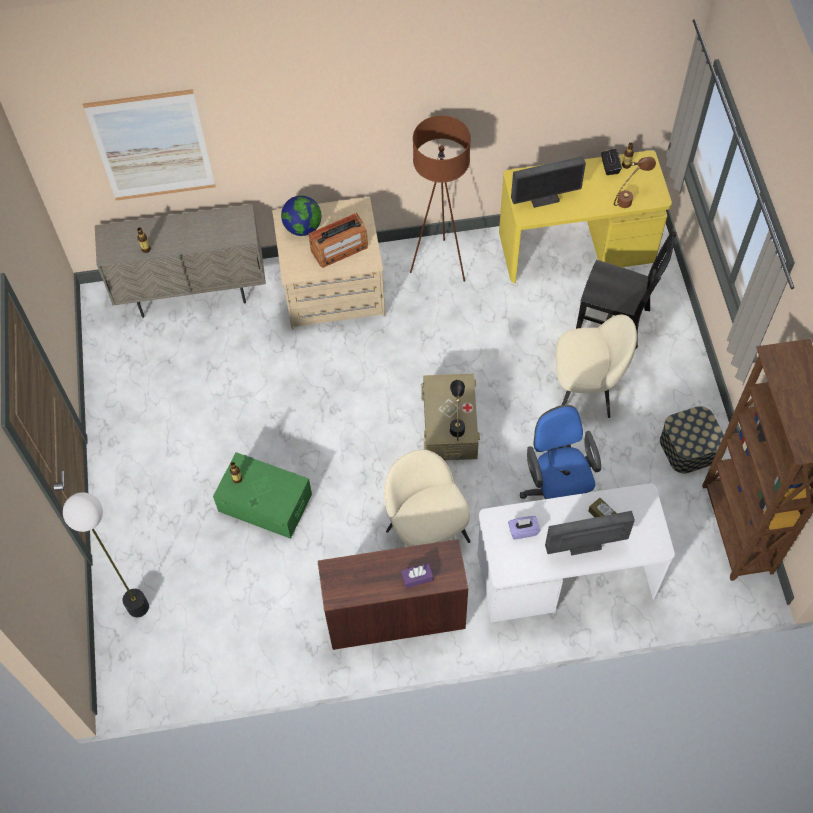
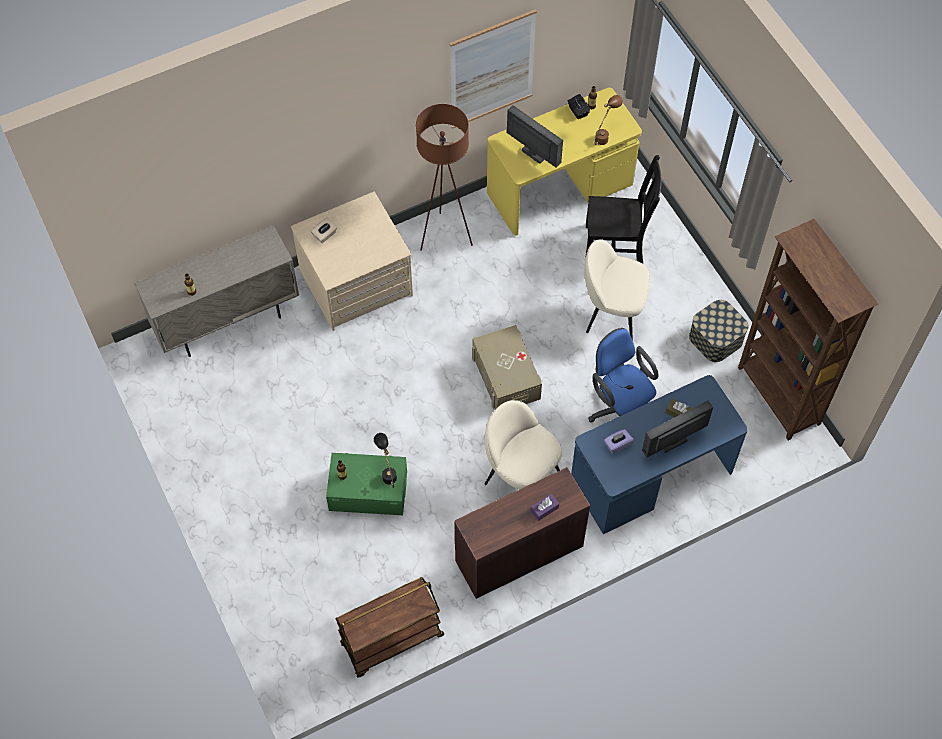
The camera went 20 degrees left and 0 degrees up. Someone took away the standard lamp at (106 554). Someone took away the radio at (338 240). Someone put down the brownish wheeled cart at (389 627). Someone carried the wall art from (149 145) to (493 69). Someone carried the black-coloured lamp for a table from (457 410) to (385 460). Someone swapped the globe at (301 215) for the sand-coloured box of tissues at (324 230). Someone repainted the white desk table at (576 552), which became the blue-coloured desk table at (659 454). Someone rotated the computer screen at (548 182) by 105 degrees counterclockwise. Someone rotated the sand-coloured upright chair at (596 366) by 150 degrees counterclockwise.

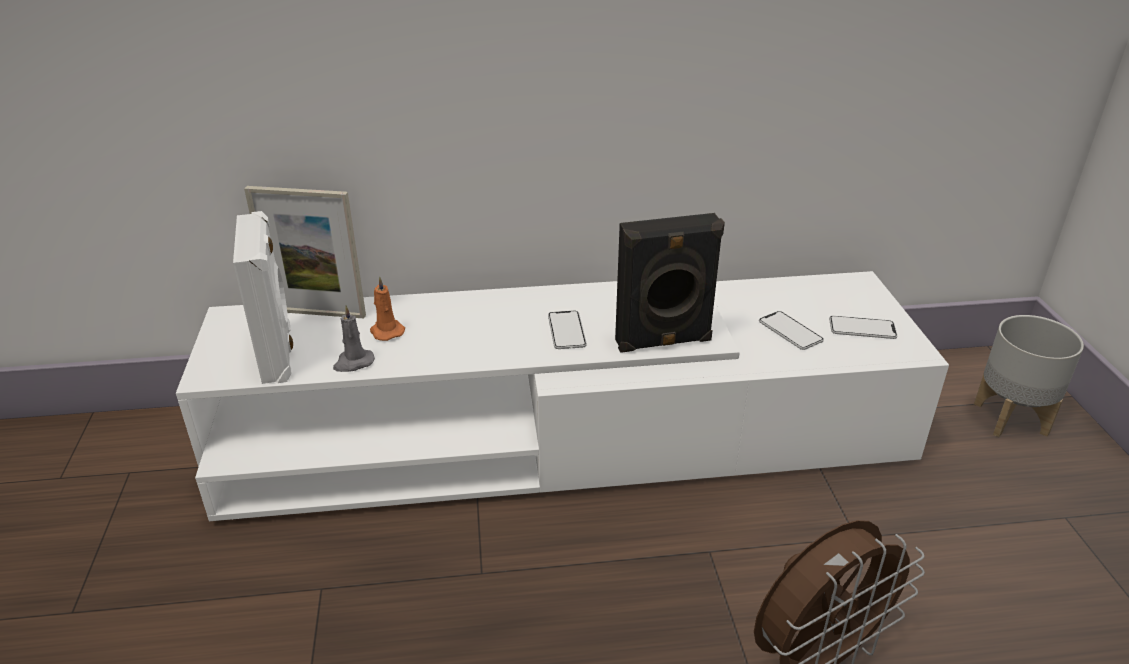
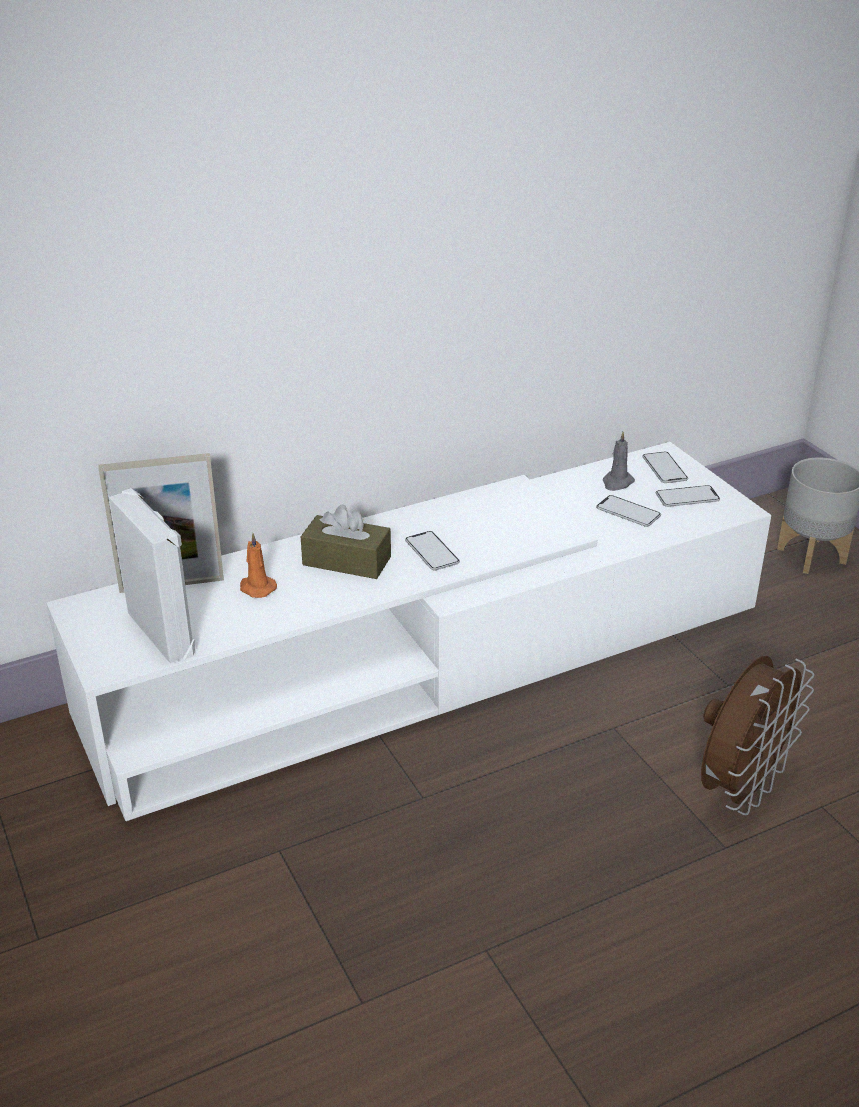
The camera went 20 degrees left and 0 degrees up. Someone took away the black-coloured loudspeaker at (670 283). Someone put down the brownish box of tissues at (346 541). Someone put down the handset at (665 467). Someone carried the greyish candle from (354 338) to (619 461).

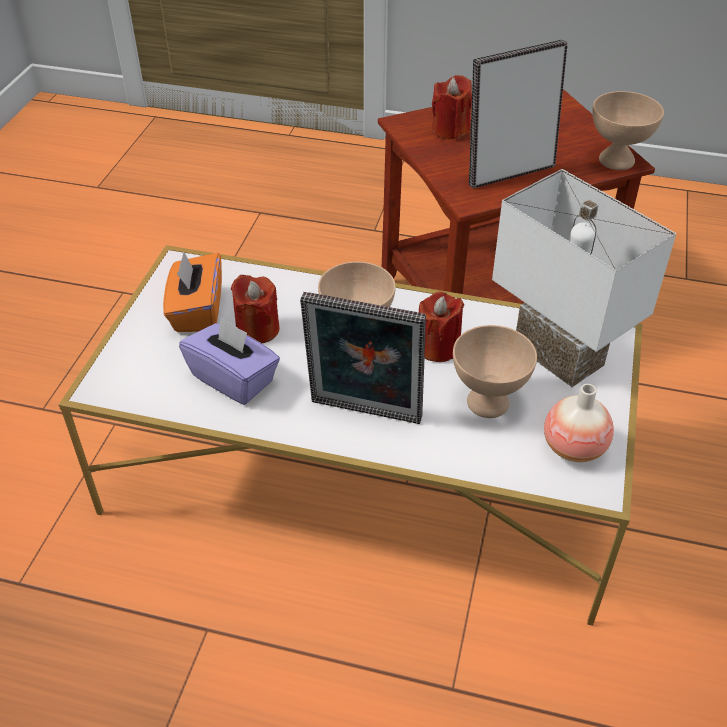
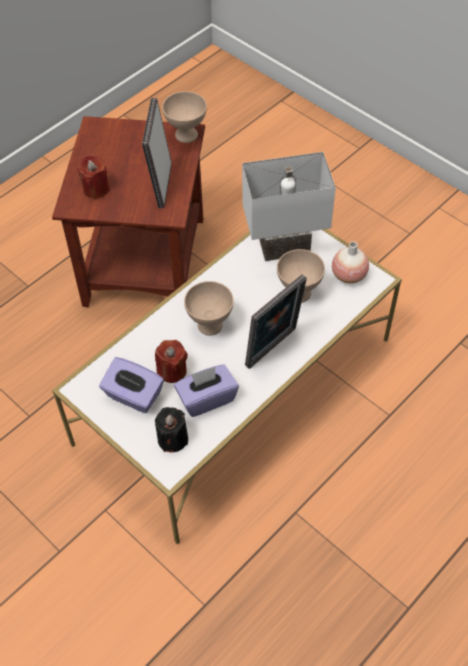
The camera went 60 degrees left and 10 degrees up. Someone took away the reddish candle at (441 327). Someone put down the black-coloured candle at (171 429). Someone repainted the orange box of tissues at (192 291), which became the purple box of tissues at (131 385).

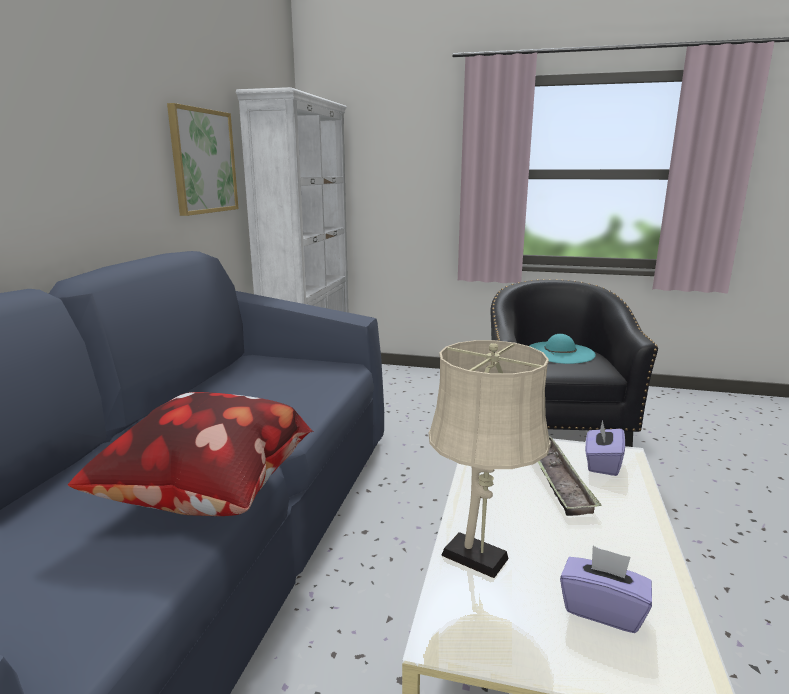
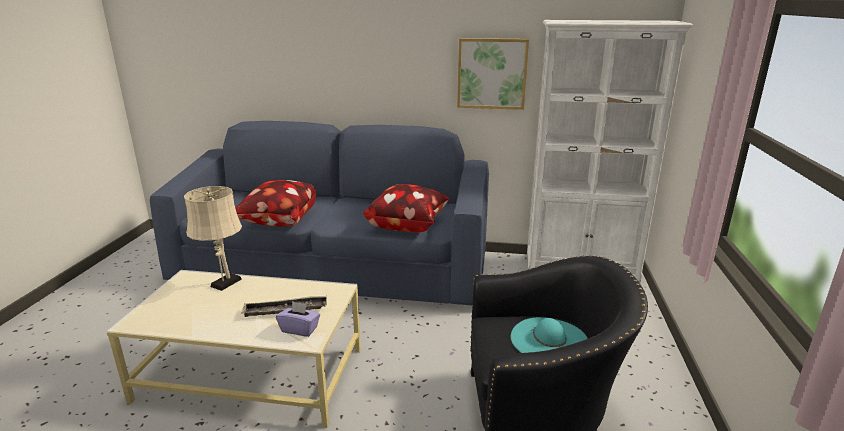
The camera went 85 degrees right and 5 degrees up. Someone took away the purple box of tissues at (606 589). Someone put down the pillow at (405 208).

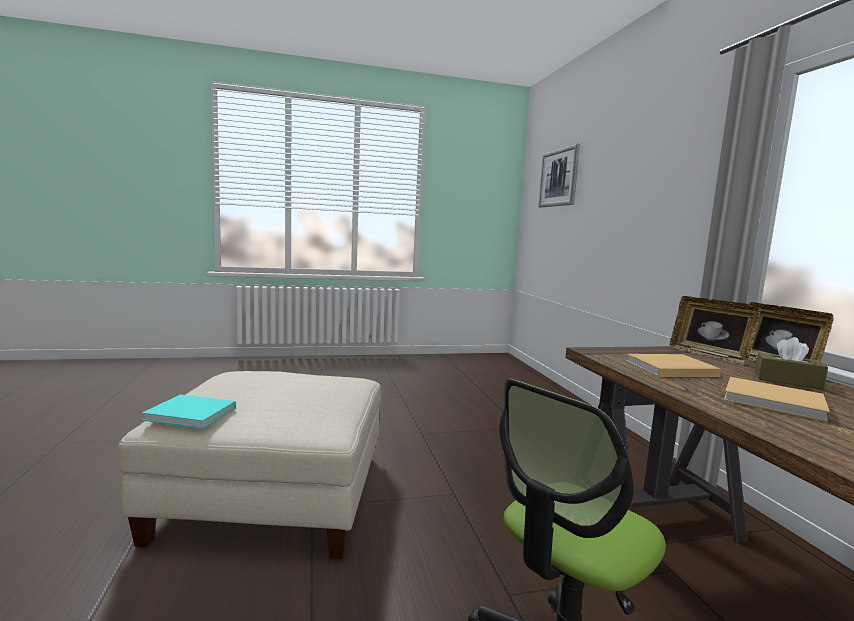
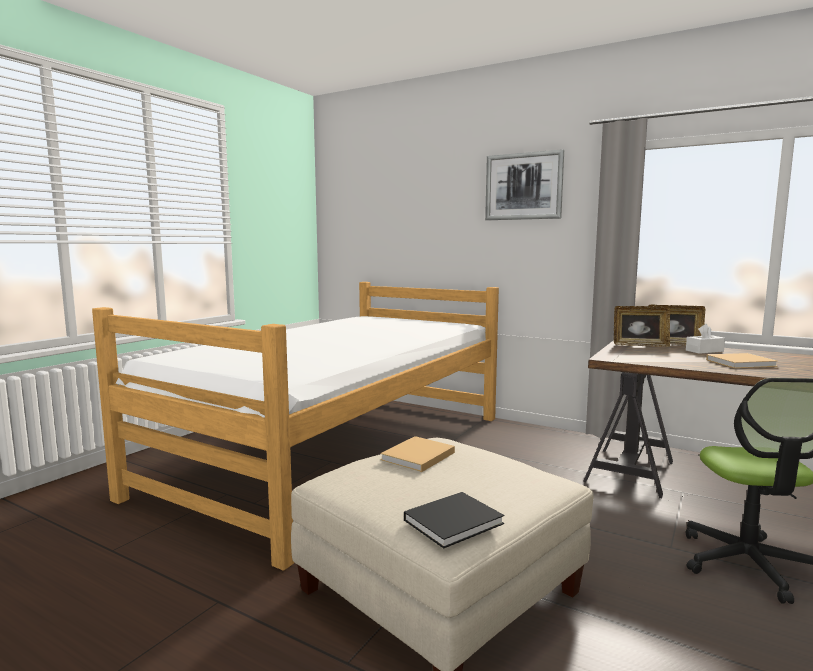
The camera went 45 degrees left and 0 degrees up. Someone put down the bedroom bed at (295 426). Someone carried the wall art from (559 175) to (524 184). Someone carried the sand-coloured volume from (673 365) to (417 454). Someone repainted the turquoise-coloured volume at (189 411), which became the black-coloured volume at (454 520). Someone repainted the brownish box of tissues at (791 363), which became the white box of tissues at (705 339).

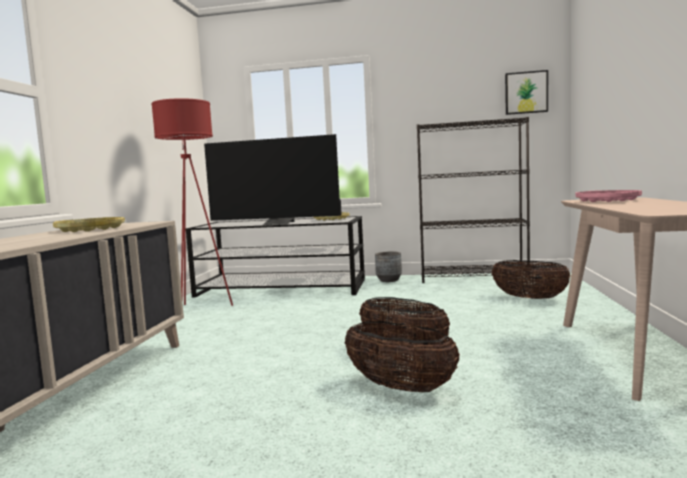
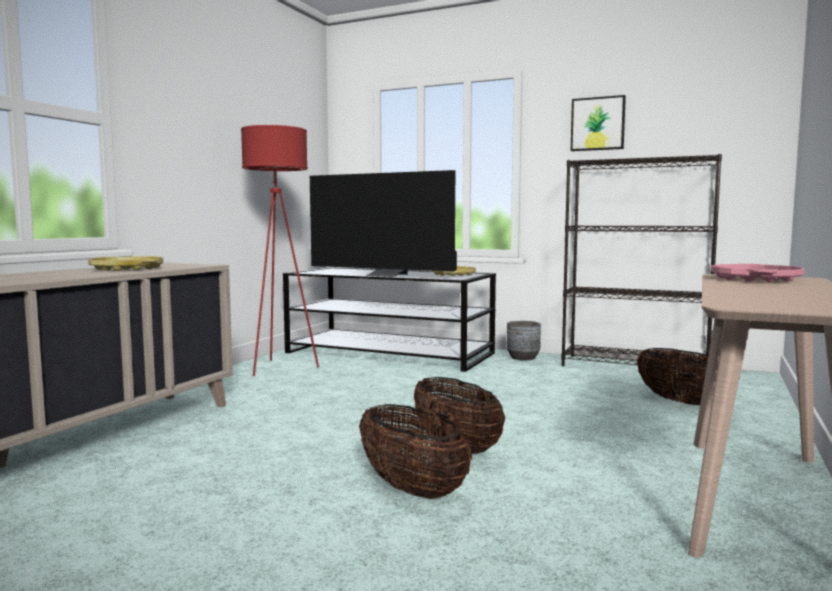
The camera went 15 degrees right and 0 degrees up. Someone carried the wall art from (526 92) to (598 123).

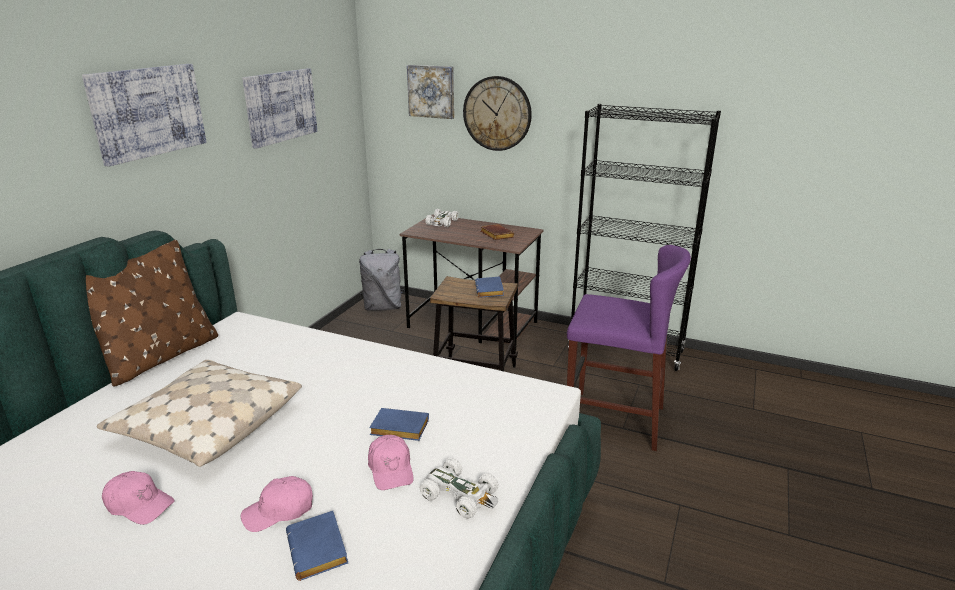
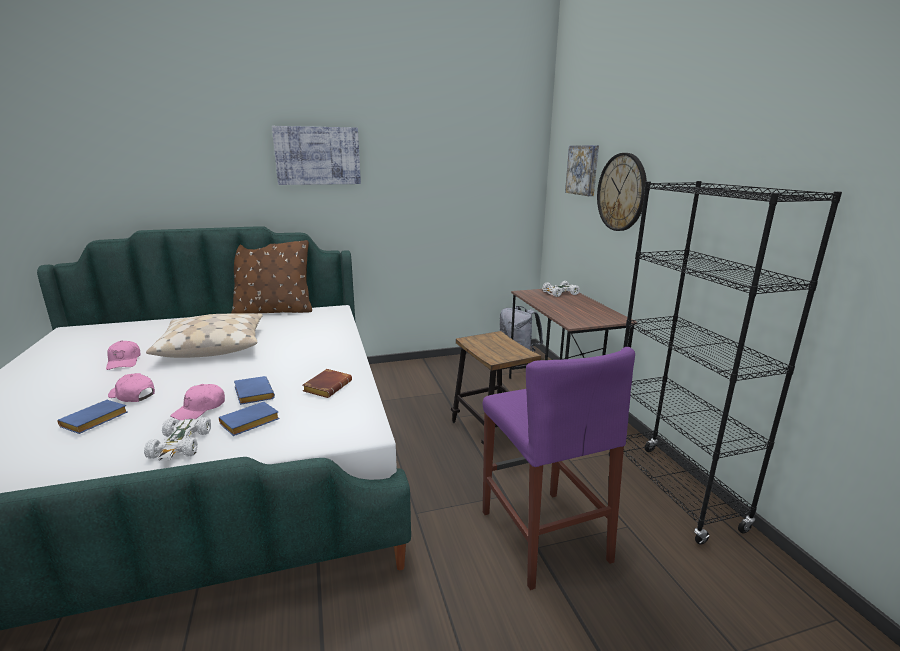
The camera went 50 degrees right and 5 degrees down. Someone took away the wall art at (280 108). Someone carried the blue-coloured volume from (489 287) to (249 419). Someone carried the brownish volume from (497 232) to (327 383).

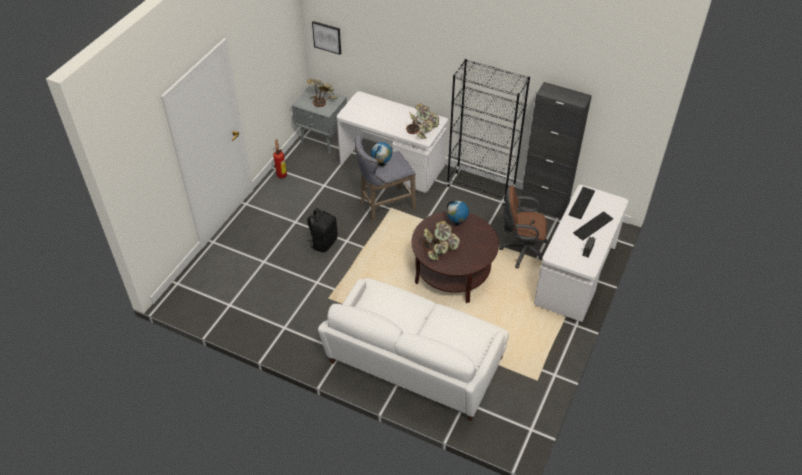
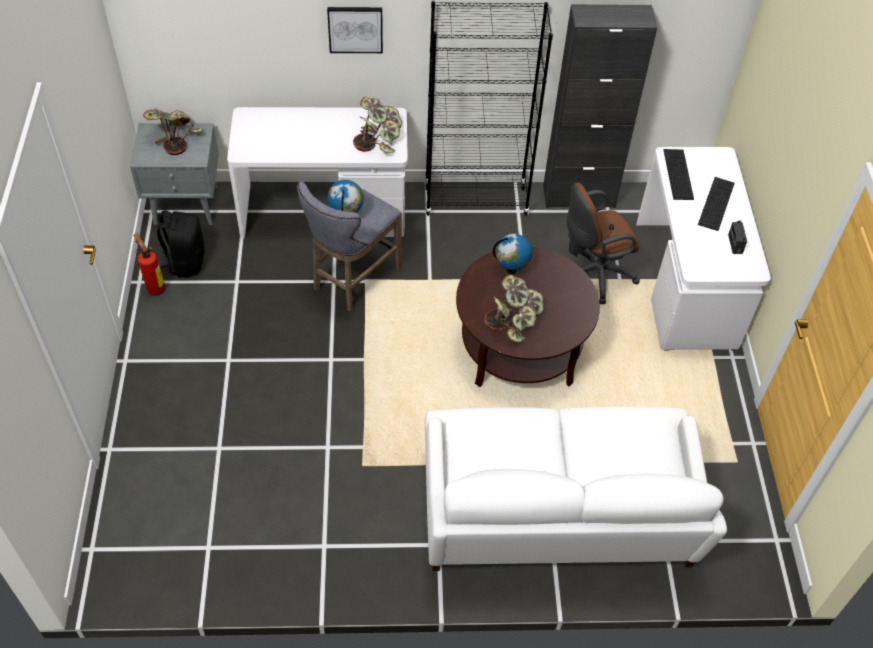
The camera went 30 degrees left and 5 degrees up. Someone carried the black-coloured backpack from (322 230) to (181 244). Someone carried the wall art from (326 38) to (355 30).

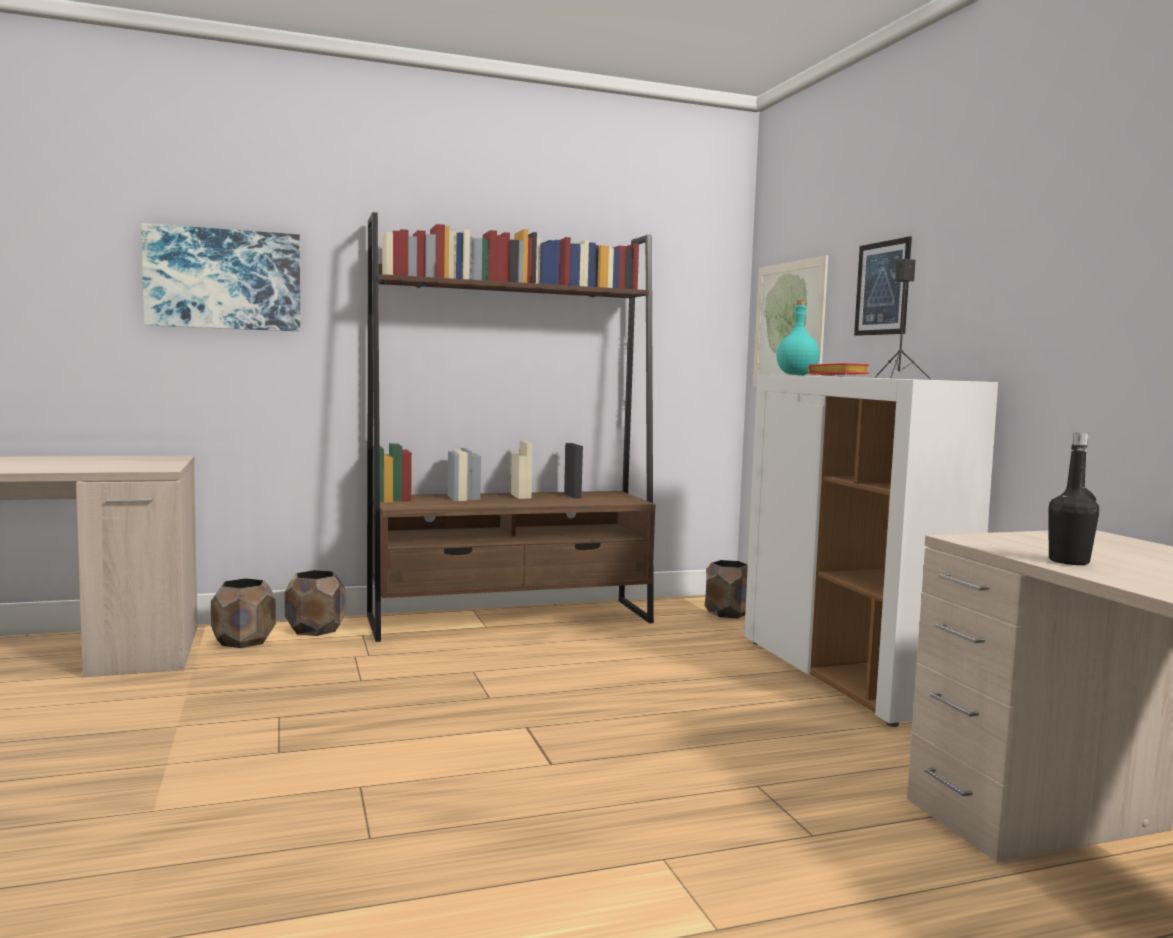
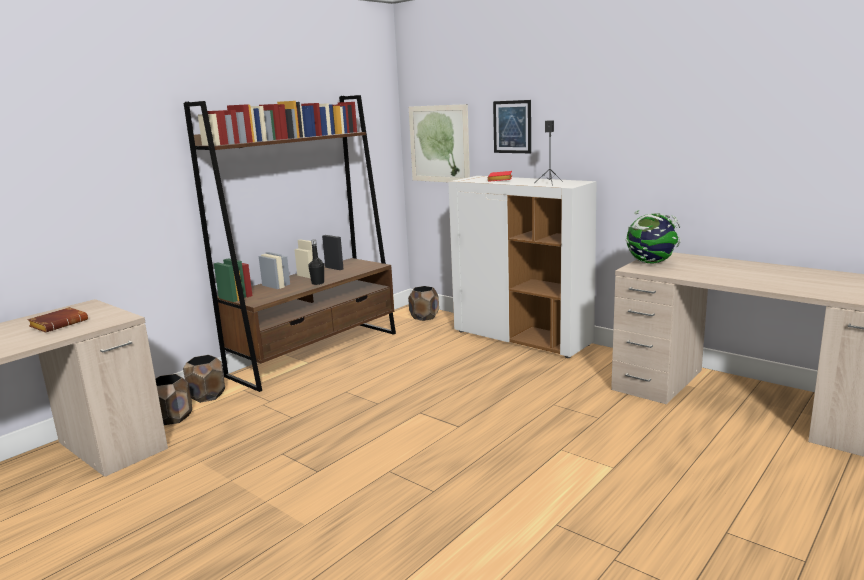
The camera went 30 degrees left and 10 degrees up. Someone took away the wall art at (220 277). Someone took away the turquoise-coloured drink bottle at (798 337). Someone put down the brownish volume at (58 320). Someone put down the globe at (653 236). Someone carried the black-coloured drink bottle from (1073 499) to (316 262).

